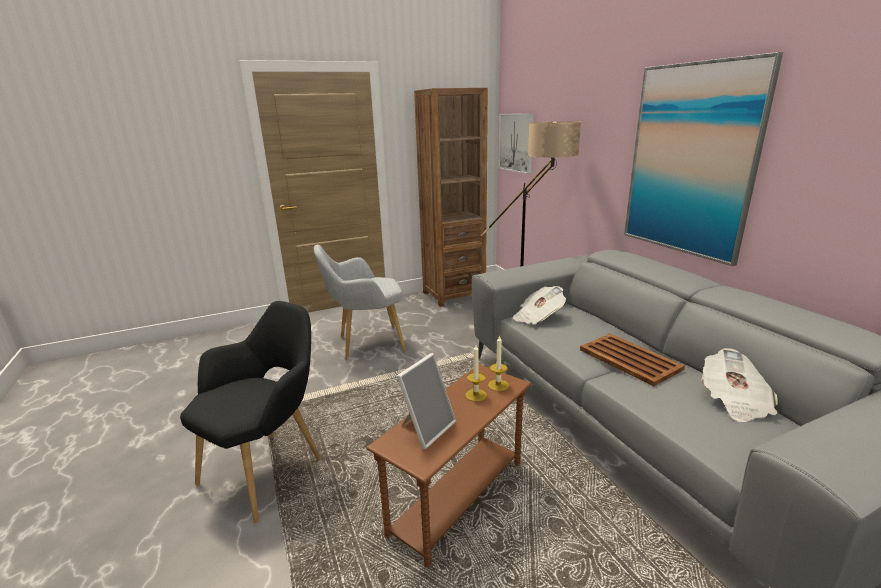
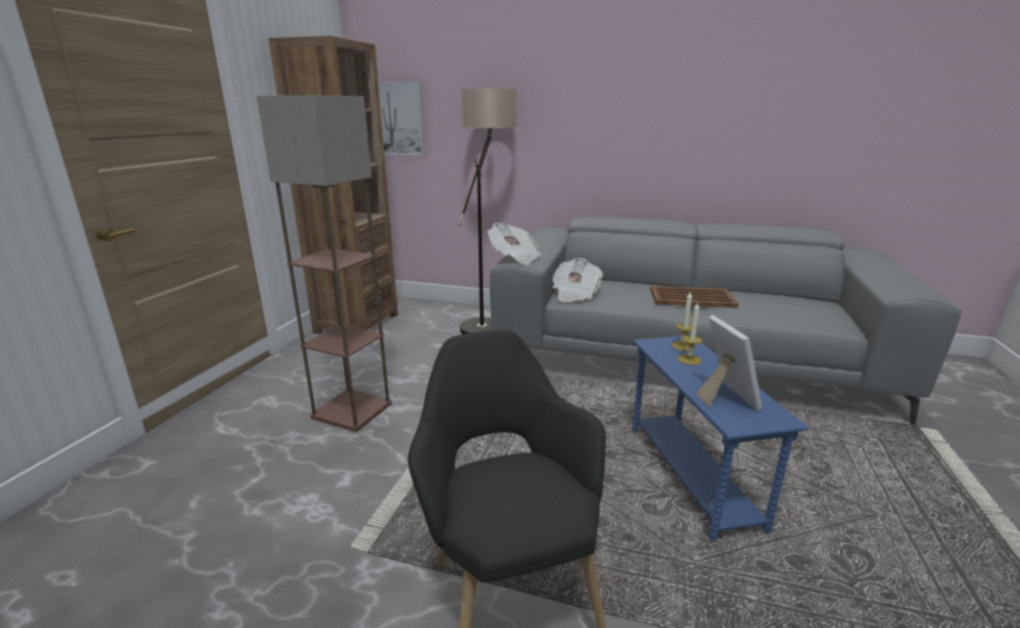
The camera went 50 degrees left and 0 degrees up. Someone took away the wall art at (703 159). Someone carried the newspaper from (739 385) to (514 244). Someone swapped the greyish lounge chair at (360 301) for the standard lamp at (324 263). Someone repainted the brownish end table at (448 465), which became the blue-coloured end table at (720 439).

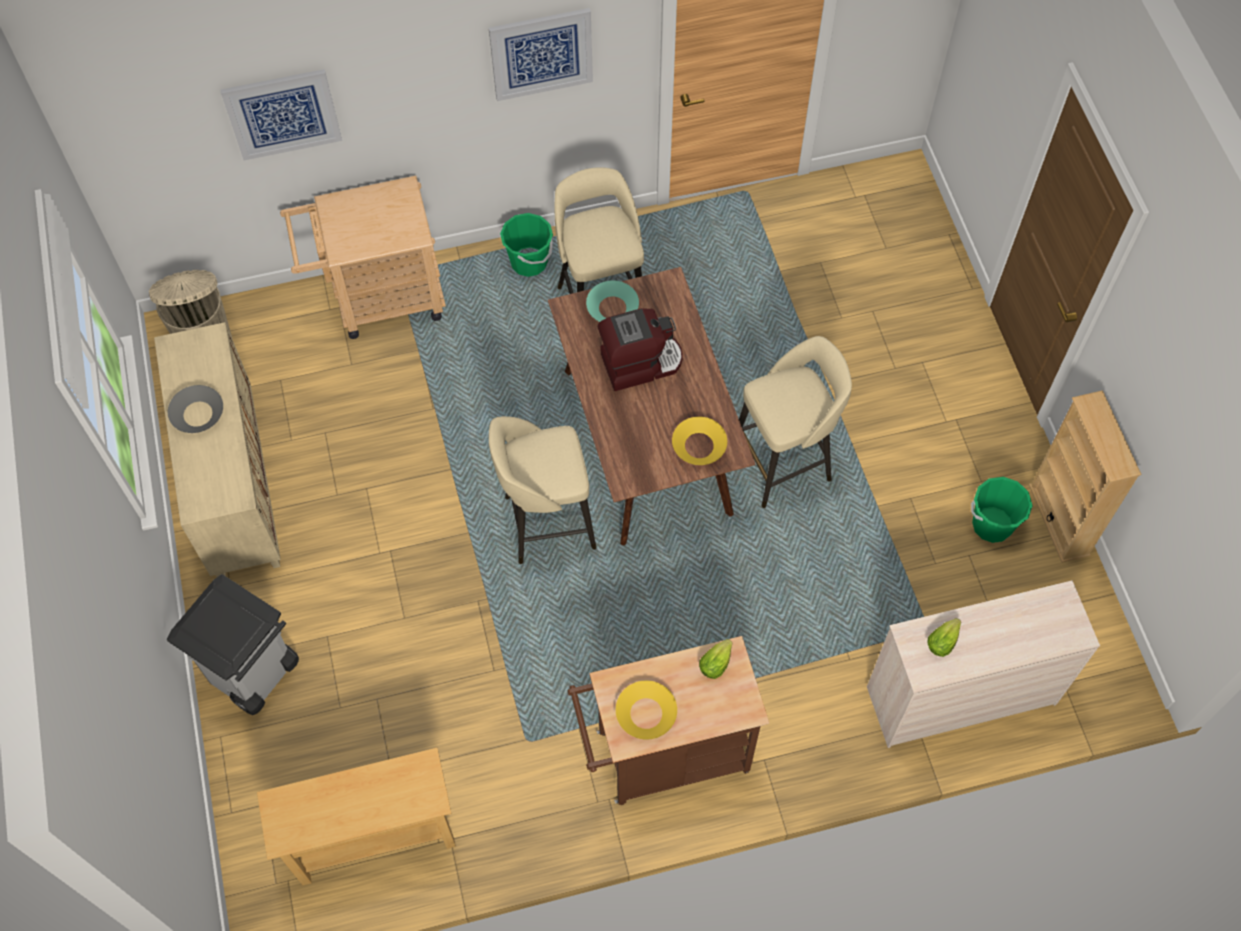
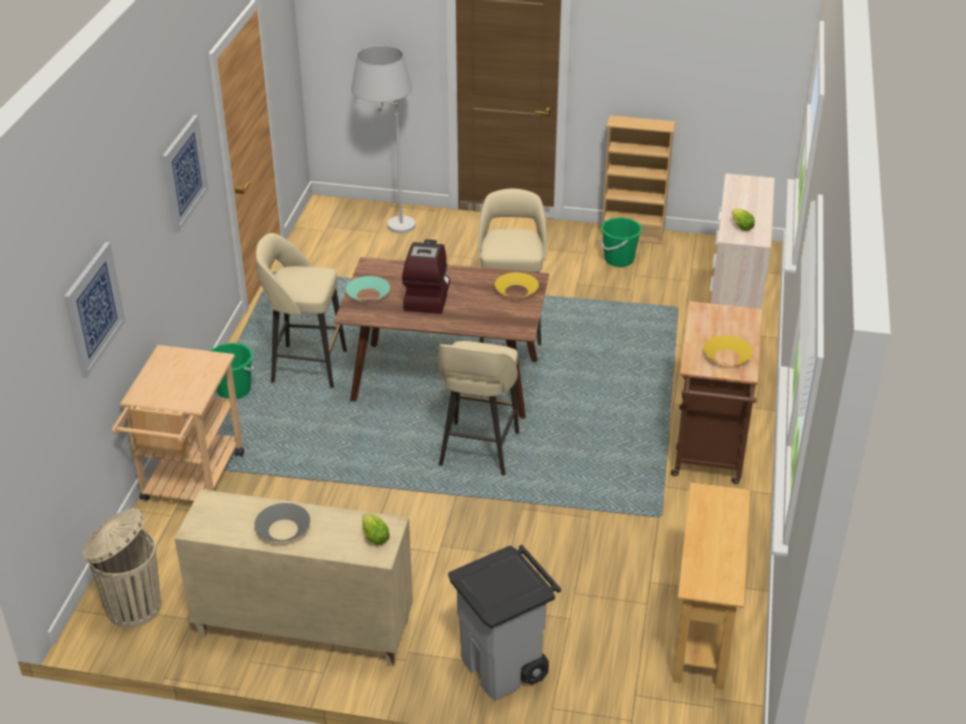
The camera went 65 degrees left and 25 degrees down. Someone put down the white standard lamp at (383 139). Someone carried the lettuce from (716 659) to (375 529).

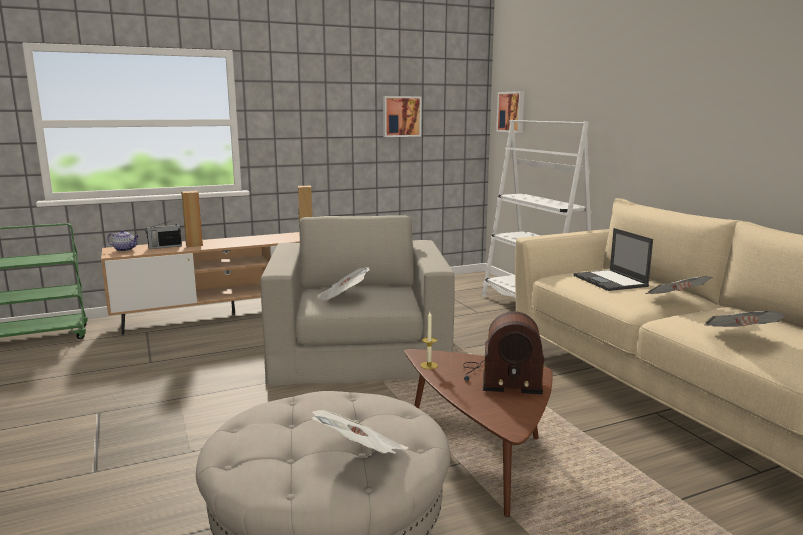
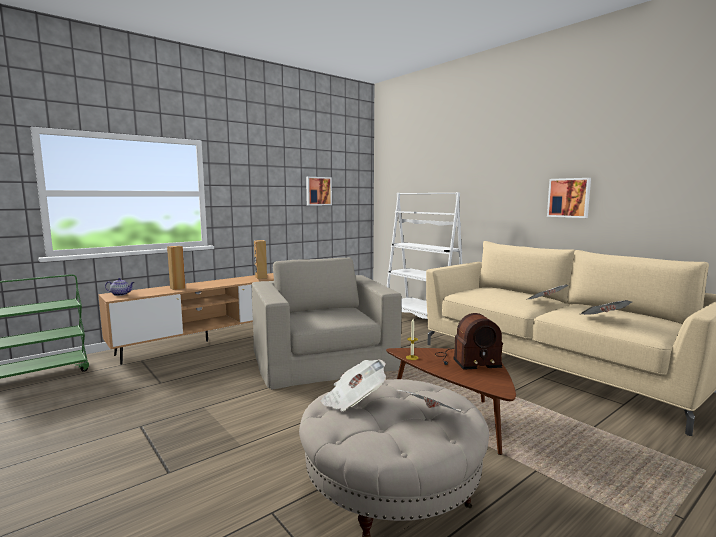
The camera went 15 degrees left and 5 degrees down. Someone took away the radio at (163 235). Someone took away the notebook computer at (613 259). Someone carried the newspaper from (343 284) to (353 385). Someone carried the wall art from (510 112) to (569 198).

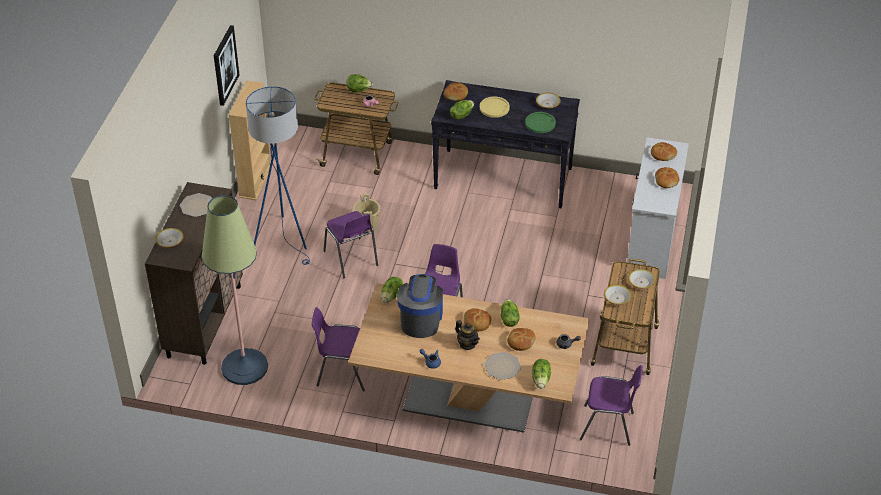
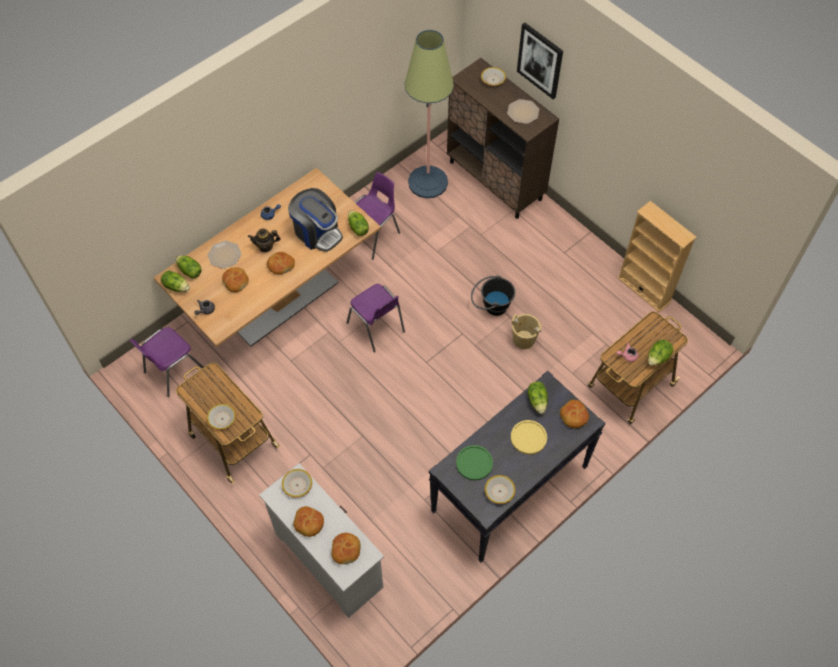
The camera went 125 degrees right and 15 degrees up. Someone took away the blue-coloured standard lamp at (278 175). Someone carried the wall art from (226 65) to (540 60). Someone carried the lettuce from (510 313) to (175 281). Someone carried the deep dish from (618 295) to (297 483). Someone swapped the purple upright chair at (350 245) for the black-coloured bucket at (493 295).

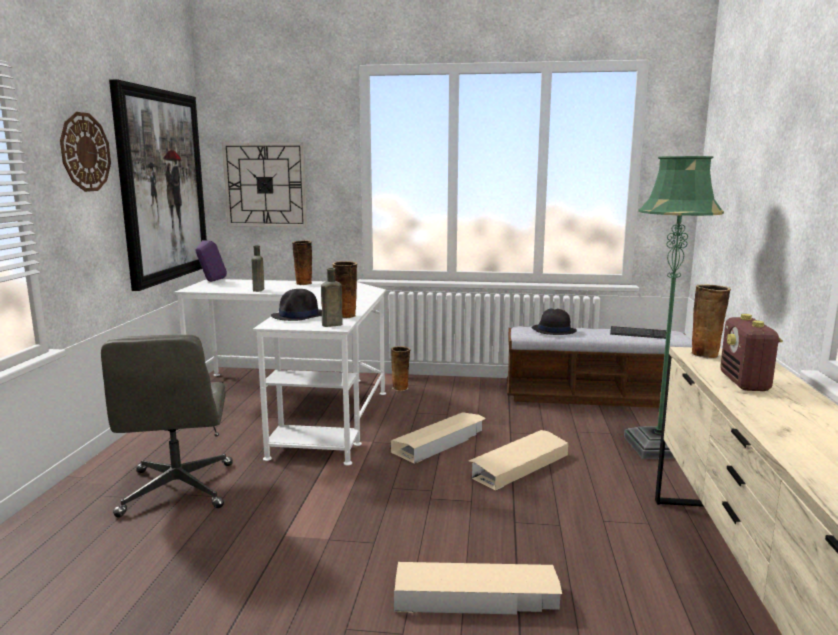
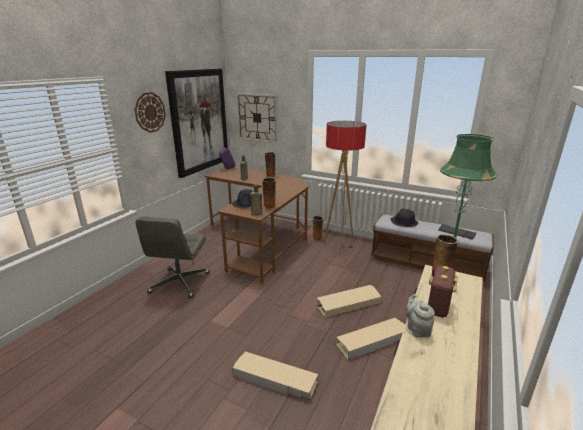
The camera went 20 degrees right and 10 degrees up. Someone put down the standard lamp at (345 188). Someone put down the greyish pot for tea at (420 316). Someone carried the sand-coloured storage bin from (438 438) to (370 339). Someone repainted the white desk table at (280 372), which became the brownish desk table at (257 226).

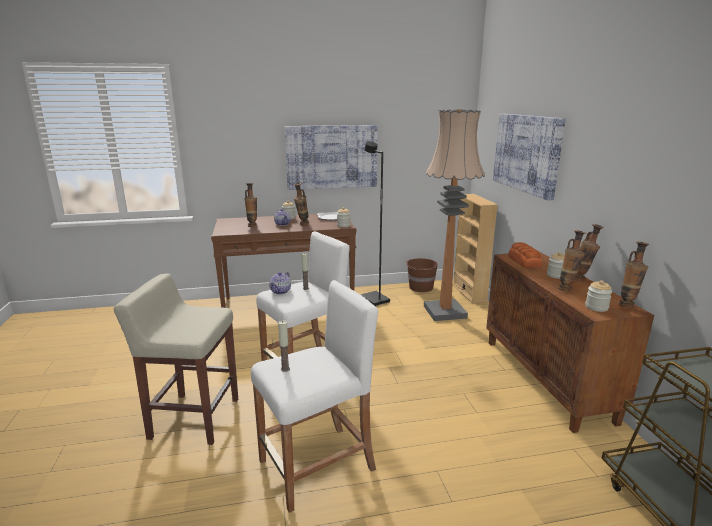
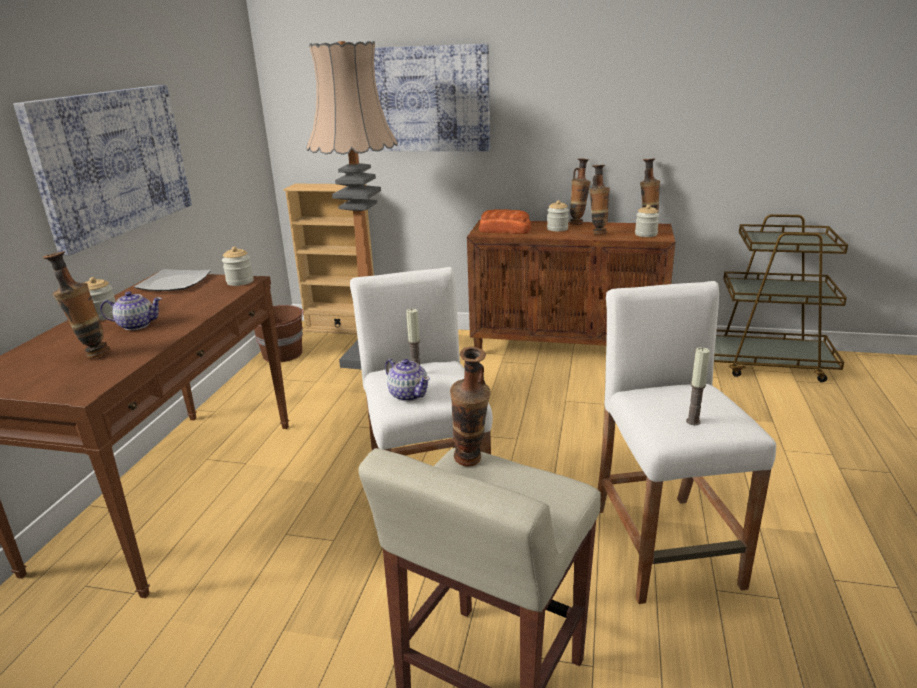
The camera went 65 degrees left and 5 degrees up. Someone took away the black-coloured standard lamp at (375 223). Someone carried the flower vase from (301 204) to (470 407).

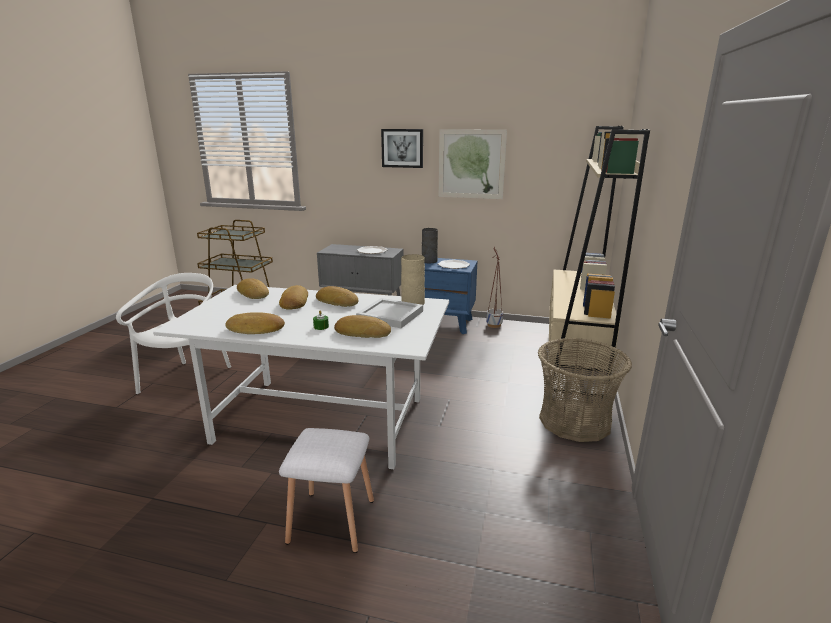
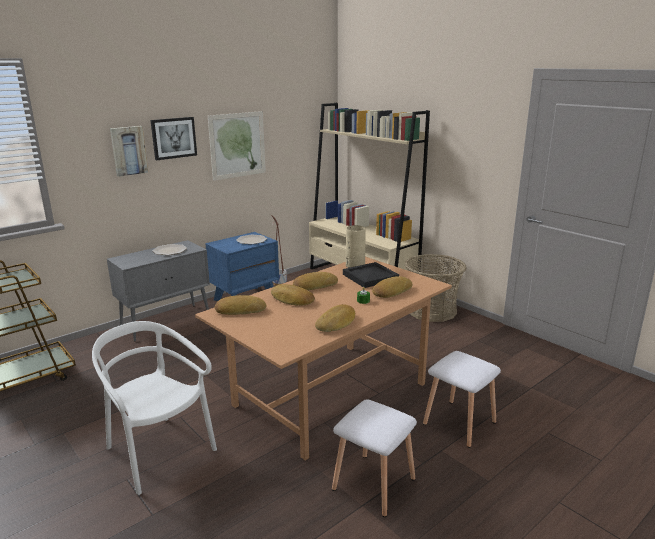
The camera went 55 degrees left and 0 degrees up. Someone took away the greyish flower vase at (430 246). Someone put up the wall art at (129 151). Someone put down the white sitting stool at (374 458). Someone repainted the white dinner table at (301 377), which became the brownish dinner table at (323 358). Someone repainted the white tray at (389 313), which became the black-coloured tray at (371 275).

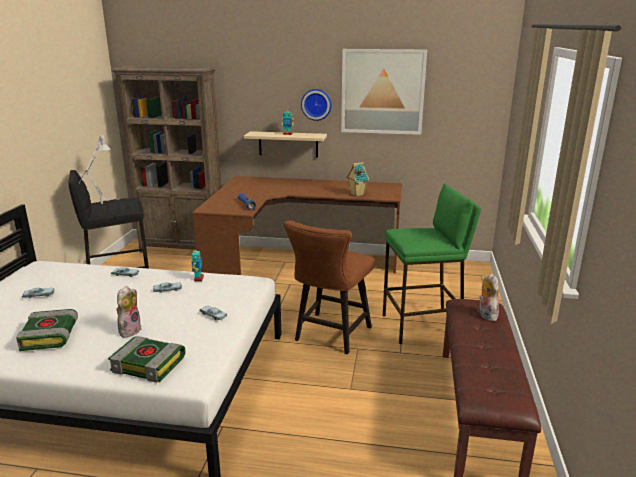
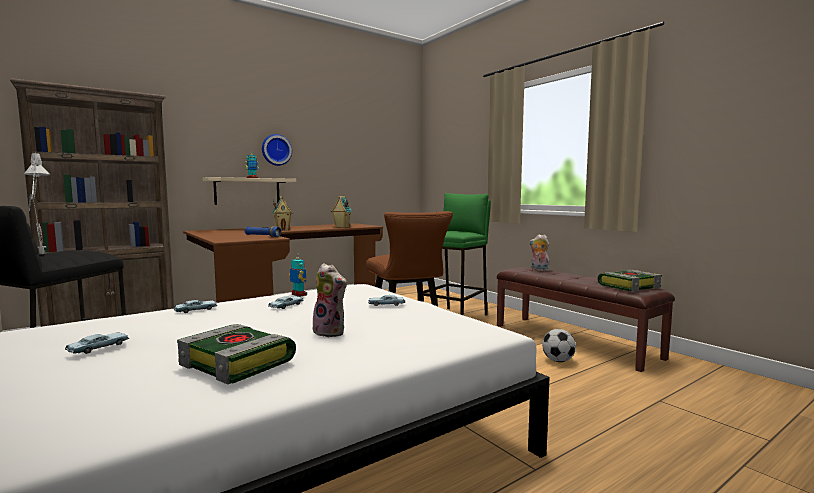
The camera went 45 degrees left and 15 degrees down. Someone took away the wall art at (384 92). Someone put down the toy house at (282 213). Someone put down the football at (559 345). Someone carried the volume from (146 359) to (629 281). Someone rotated the cuddly toy at (129 312) by 150 degrees clockwise.

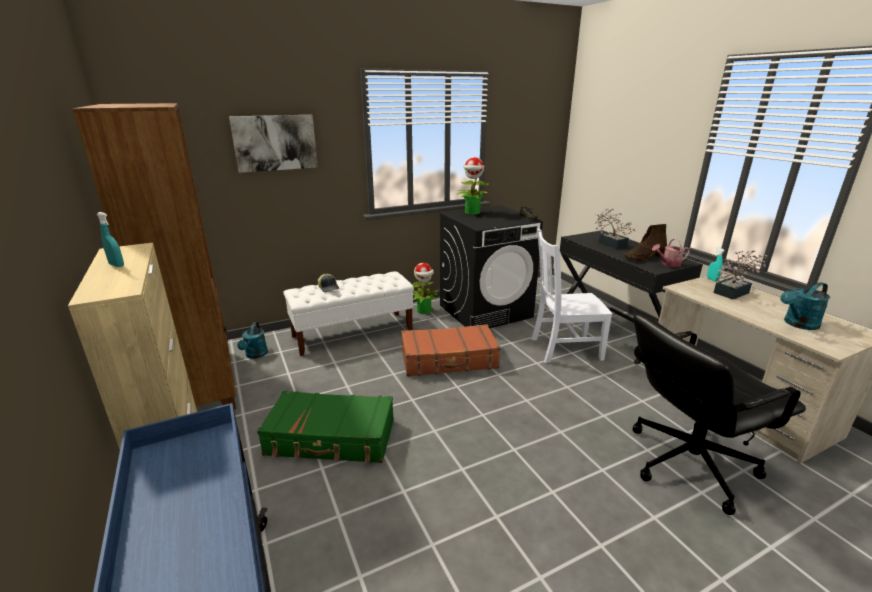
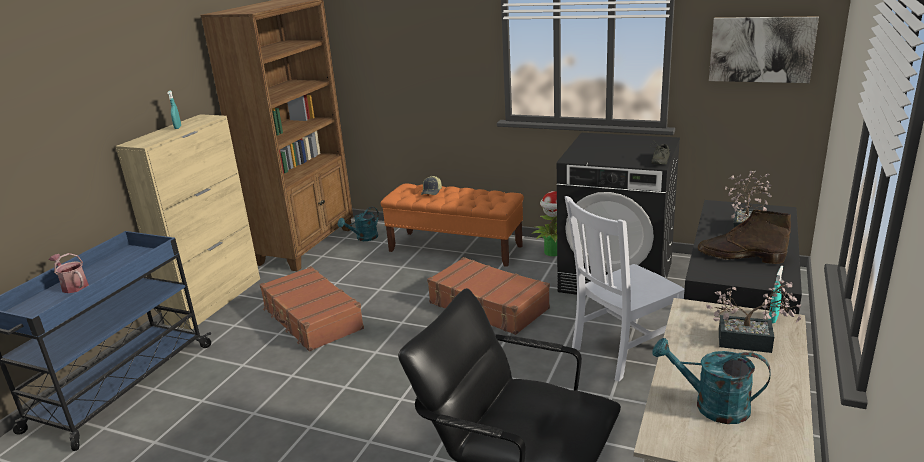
The camera went 50 degrees right and 0 degrees up. Someone took away the houseplant at (472 185). Someone carried the wall art from (273 144) to (764 49). Someone carried the sprinkling can from (671 252) to (69 273). Someone repainted the green piece of luggage at (325 427), which became the brownish piece of luggage at (311 308). Someone repainted the white long seat at (348 314), which became the orange long seat at (452 225). Someone rotated the white upright chair at (572 296) by 75 degrees counterclockwise.

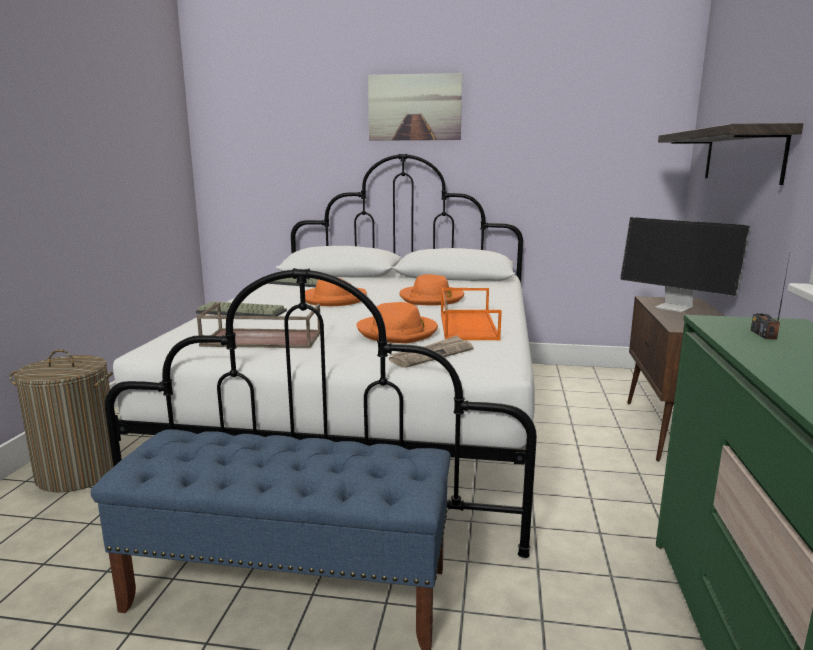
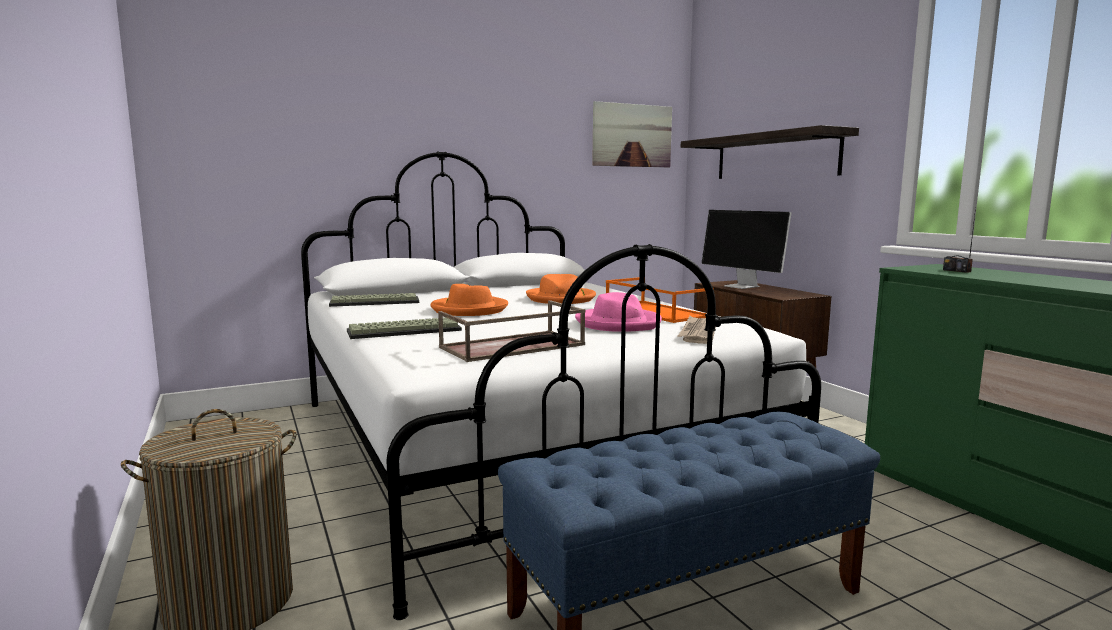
The camera went 35 degrees left and 5 degrees down. Someone carried the wall art from (415 107) to (632 134). Someone repainted the orange hat at (397 322), which became the pink-coloured hat at (618 312). Someone rotated the computer screen at (685 264) by 45 degrees clockwise.

